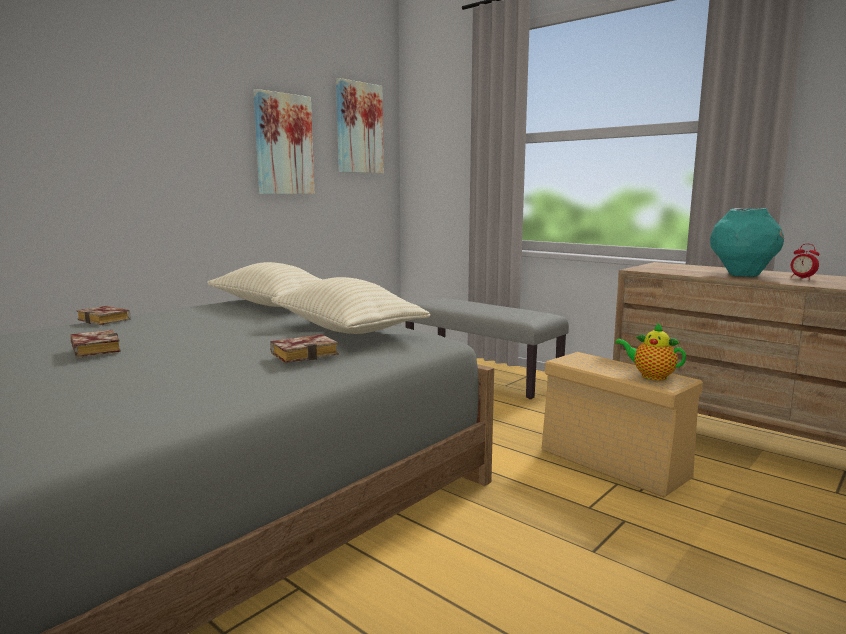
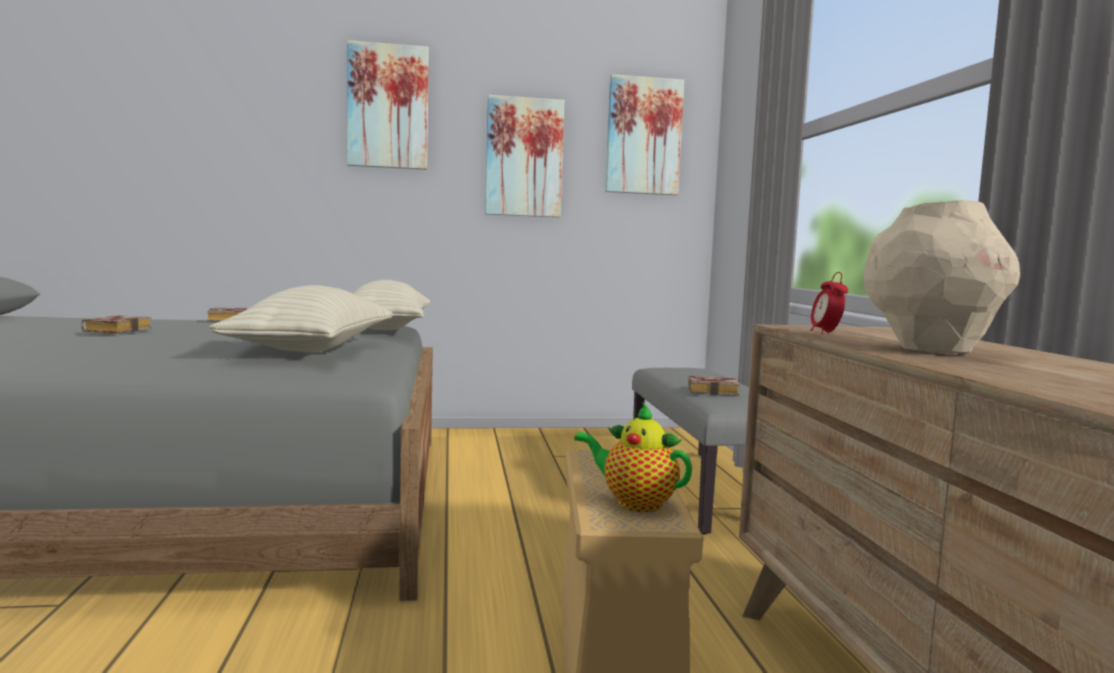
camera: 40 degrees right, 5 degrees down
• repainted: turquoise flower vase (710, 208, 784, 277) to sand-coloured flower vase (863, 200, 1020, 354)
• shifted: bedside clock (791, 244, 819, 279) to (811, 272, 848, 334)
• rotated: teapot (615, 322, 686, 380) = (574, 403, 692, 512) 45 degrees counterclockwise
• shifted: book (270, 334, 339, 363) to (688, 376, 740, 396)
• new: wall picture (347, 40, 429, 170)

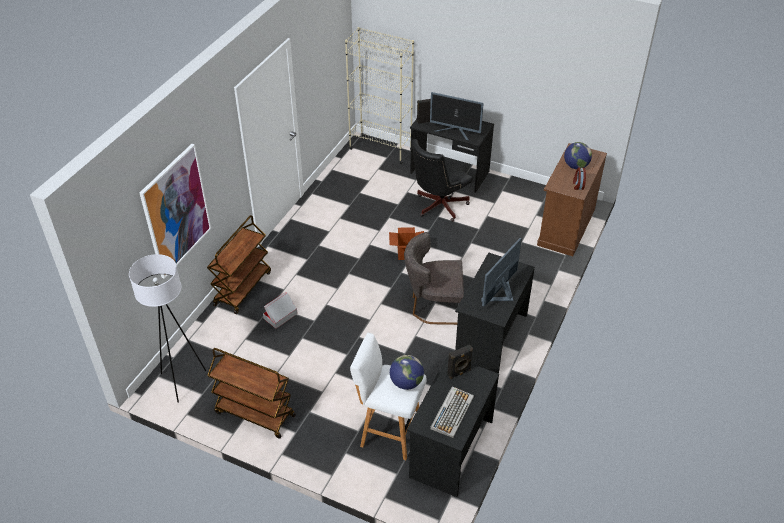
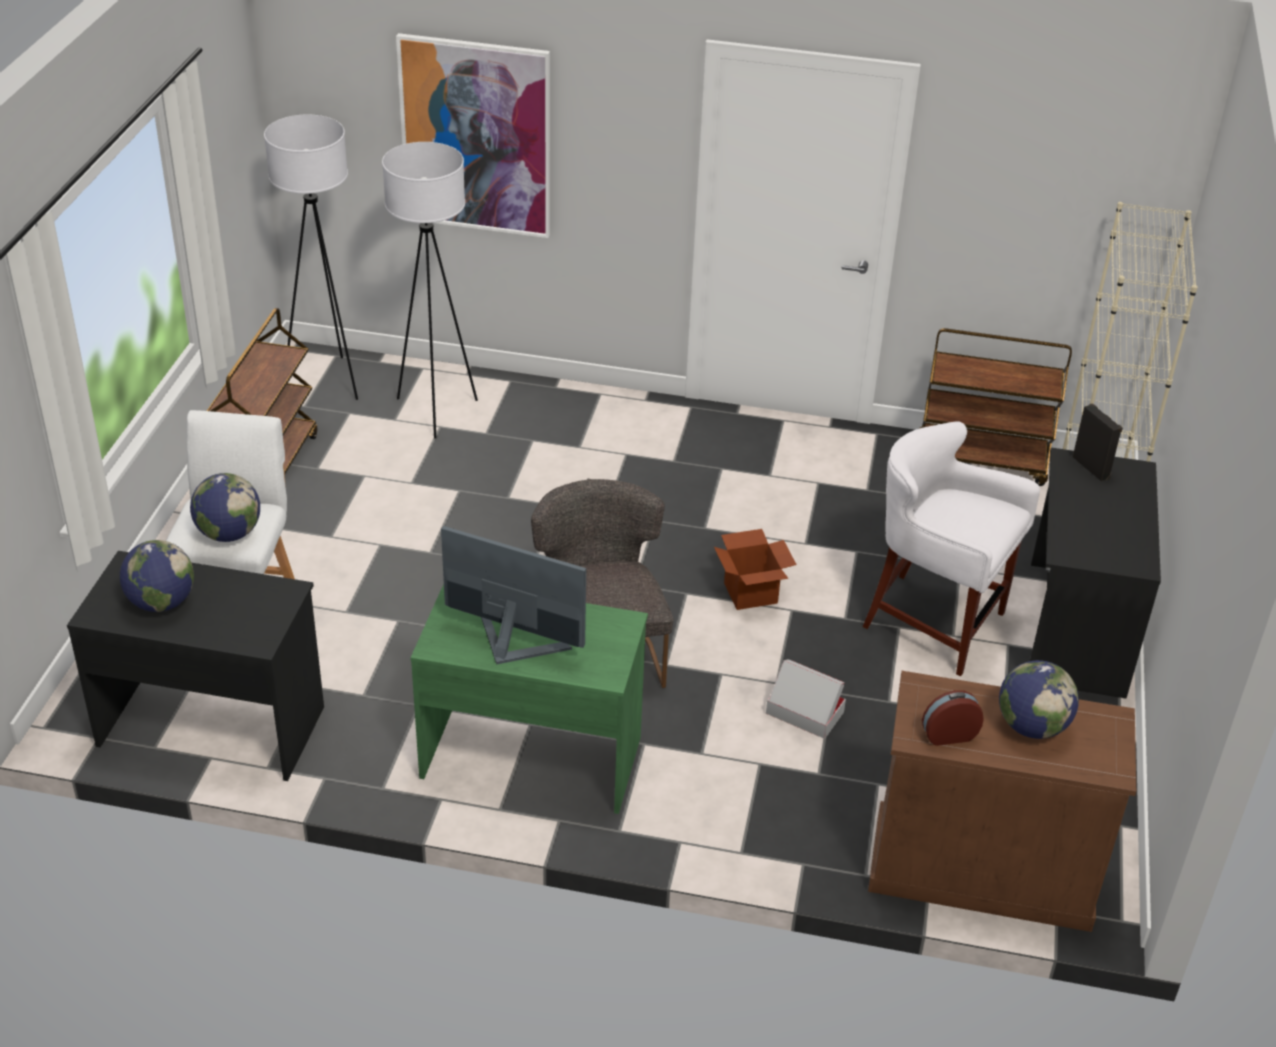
camera: 75 degrees right, 5 degrees down
• gone: computer display (430, 92, 484, 141)
• swapped: black computer chair (411, 139, 472, 222) to whitish sitting stool (863, 422, 1040, 676)
• shifted: brown-coloured cart (207, 215, 271, 314) to (920, 328, 1072, 486)
• repainted: black desk unit (455, 252, 535, 373) to green-coloured desk unit (410, 584, 648, 814)
• shifted: carton (263, 293, 298, 329) to (766, 659, 846, 739)
• gone: black loudspeaker (447, 345, 473, 379)
• swapped: keyboard (430, 386, 474, 438) to desk globe (120, 540, 194, 612)
• new: whitish floor lamp (382, 142, 478, 439)

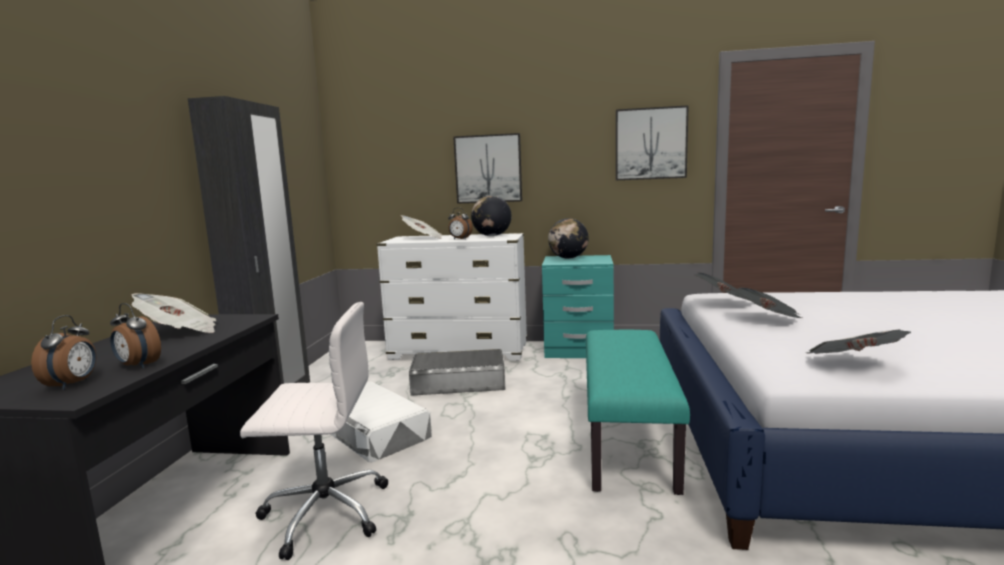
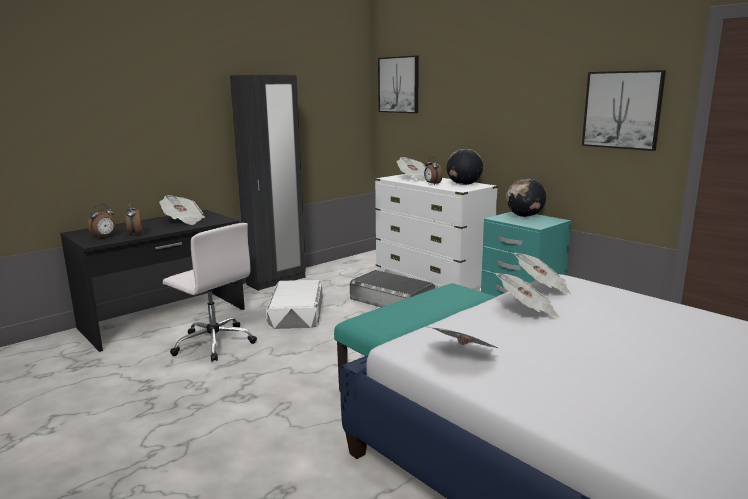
camera: 40 degrees right, 5 degrees up
• shifted: wall picture (453, 133, 522, 204) to (378, 56, 419, 113)

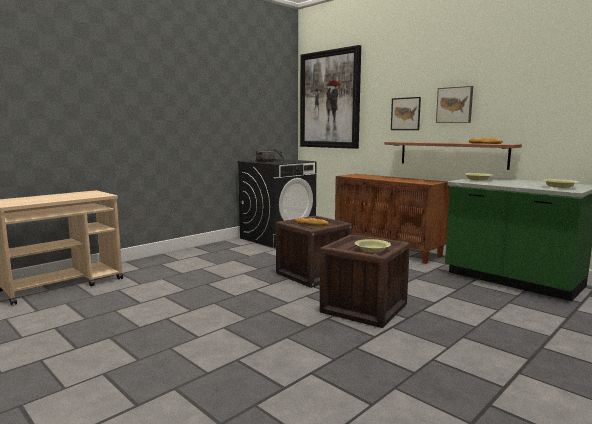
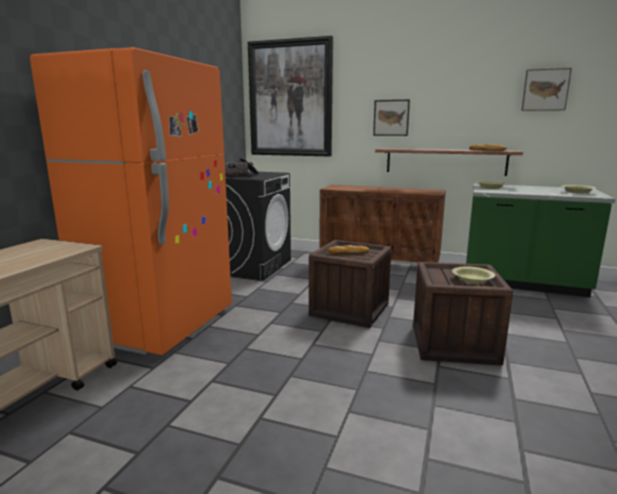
camera: 25 degrees left, 5 degrees up
• shifted: wall picture (436, 86, 473, 123) to (522, 68, 572, 111)
• new: orange-coloured kitchen fridge (30, 47, 232, 355)

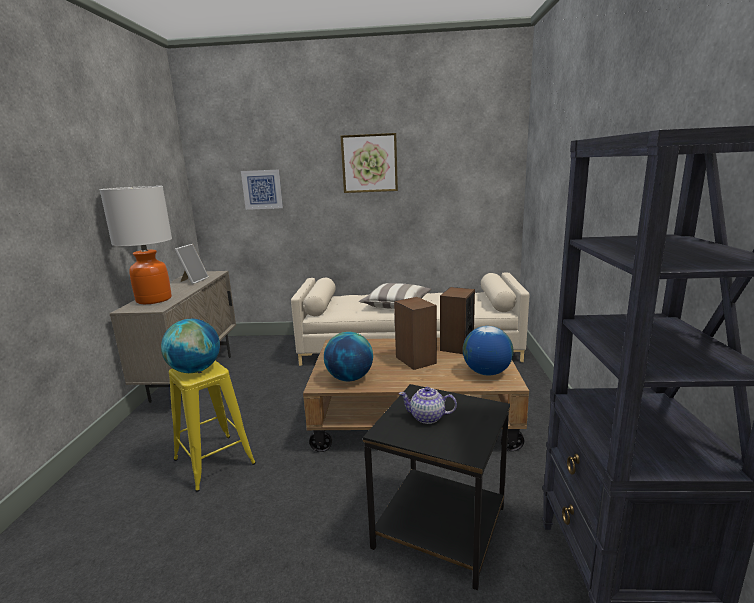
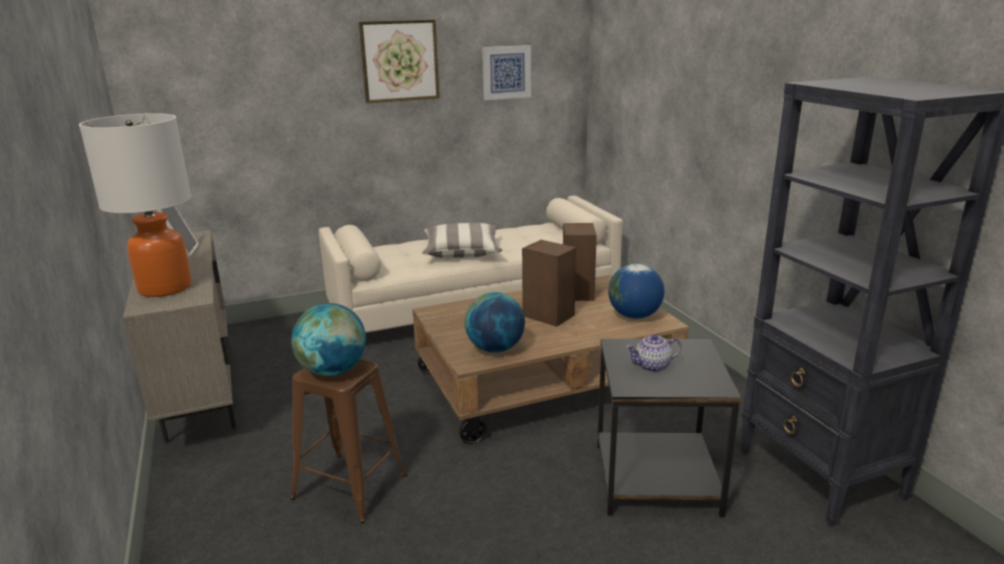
camera: 25 degrees left, 5 degrees up
• shifted: wall picture (241, 170, 283, 210) to (482, 45, 531, 100)
• repainted: yellowish sitting stool (169, 360, 256, 492) to brown-coloured sitting stool (290, 359, 407, 523)

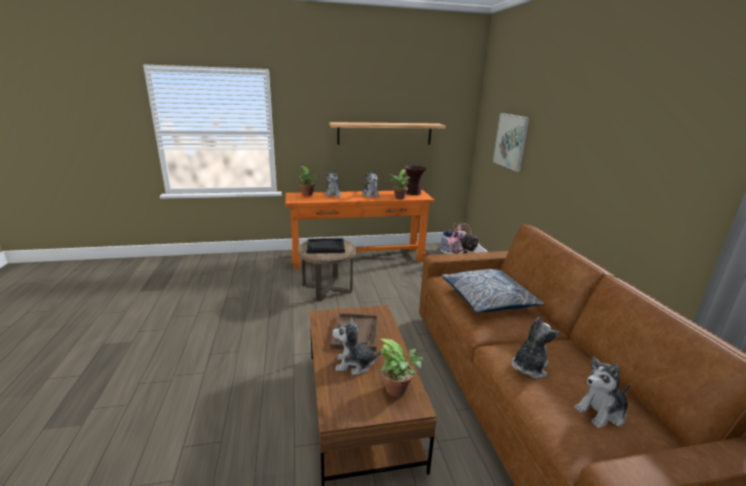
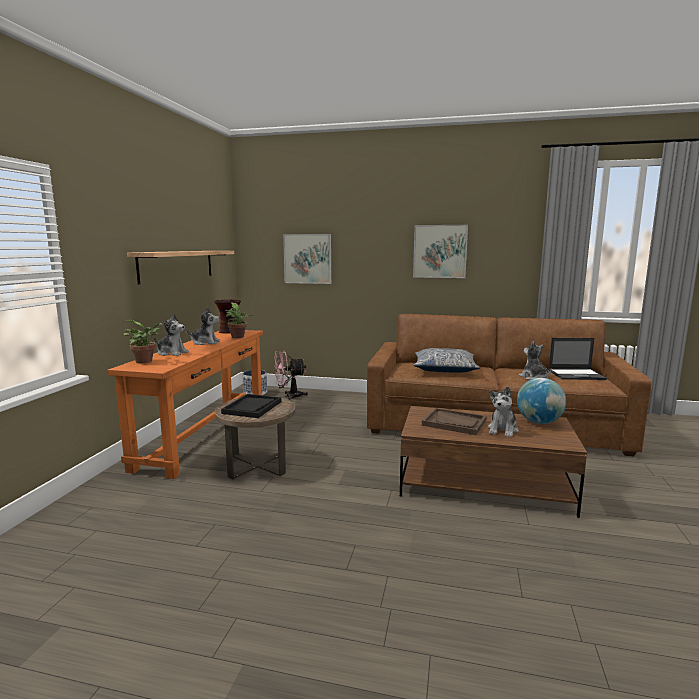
camera: 65 degrees left, 10 degrees down
• swapped: houseplant (379, 338, 423, 397) to desk globe (517, 378, 566, 424)
• swapped: soft toy (574, 356, 631, 428) to portable computer (548, 338, 607, 380)
• new: wall picture (413, 225, 468, 278)

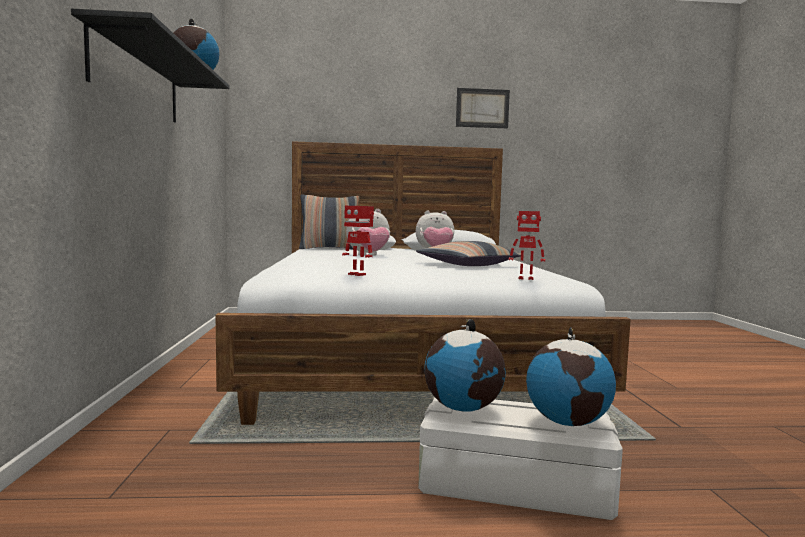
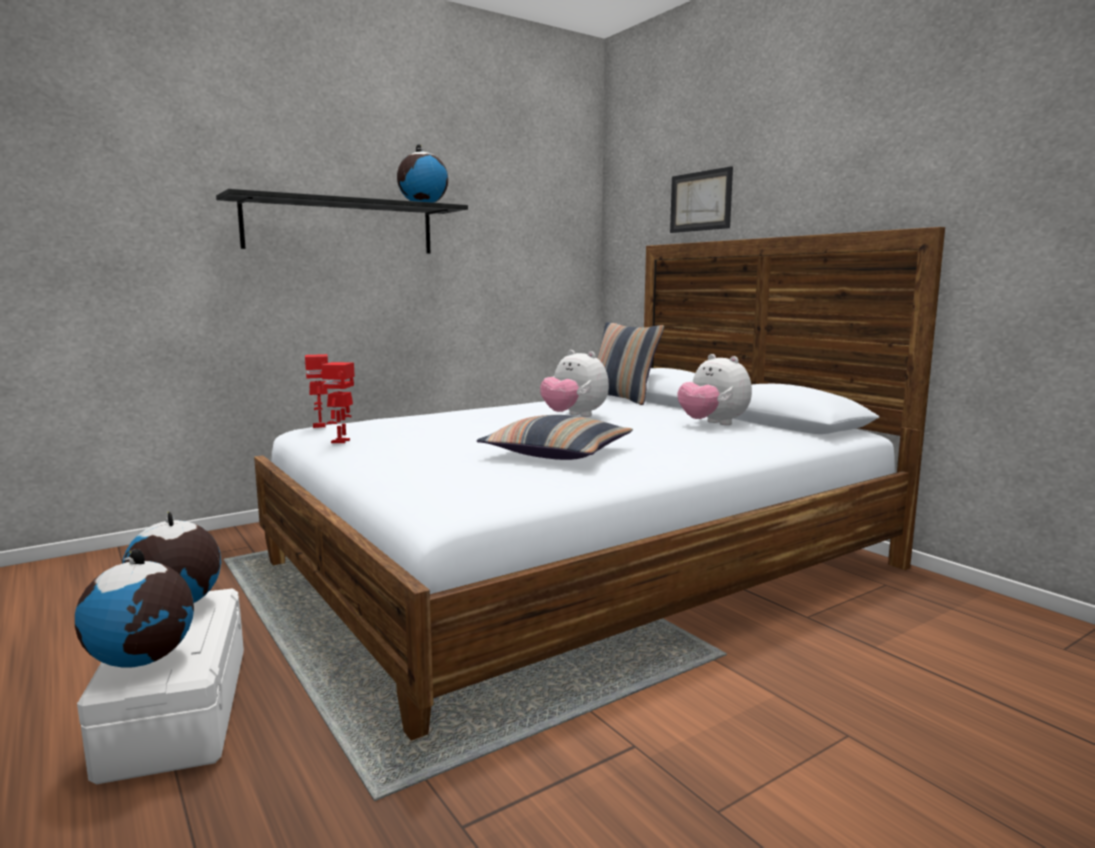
camera: 60 degrees right, 5 degrees up
• shifted: wall picture (456, 88, 510, 129) to (670, 166, 733, 233)
• shifted: model robot (509, 211, 545, 280) to (305, 354, 328, 428)

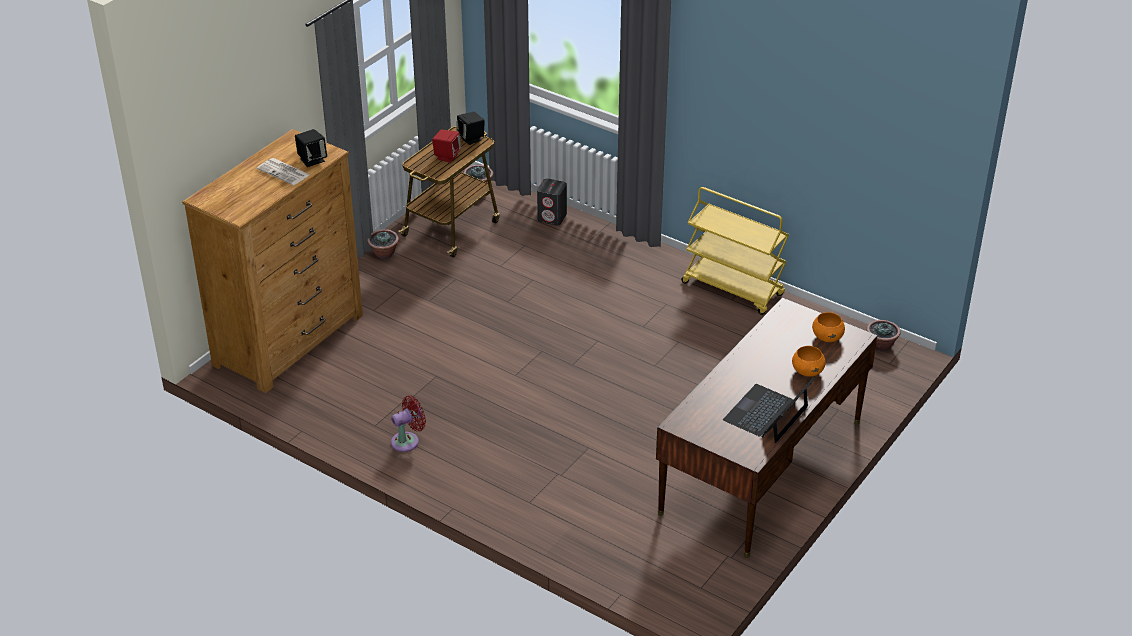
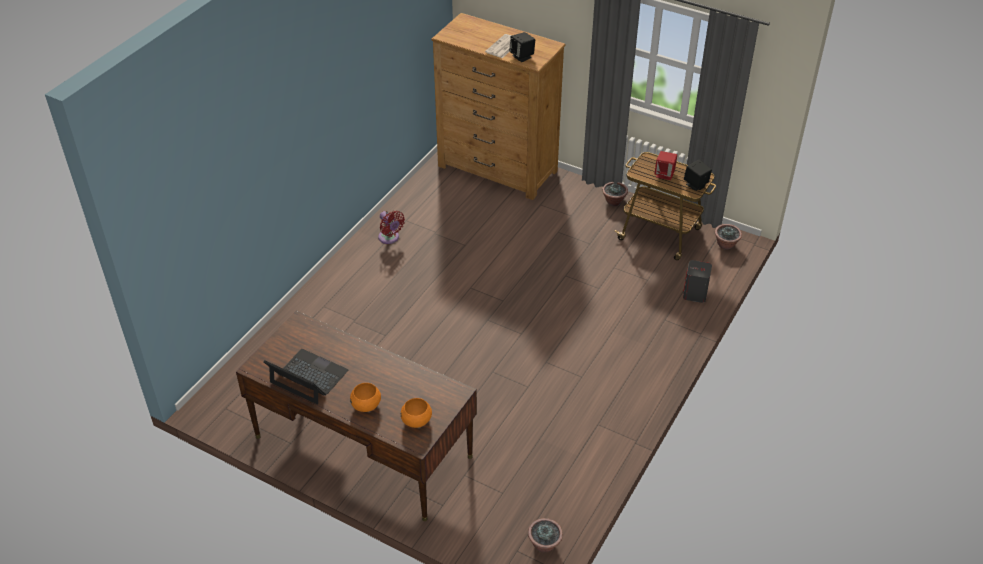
camera: 85 degrees right, 5 degrees up
• gone: yellowish cart (682, 187, 789, 315)

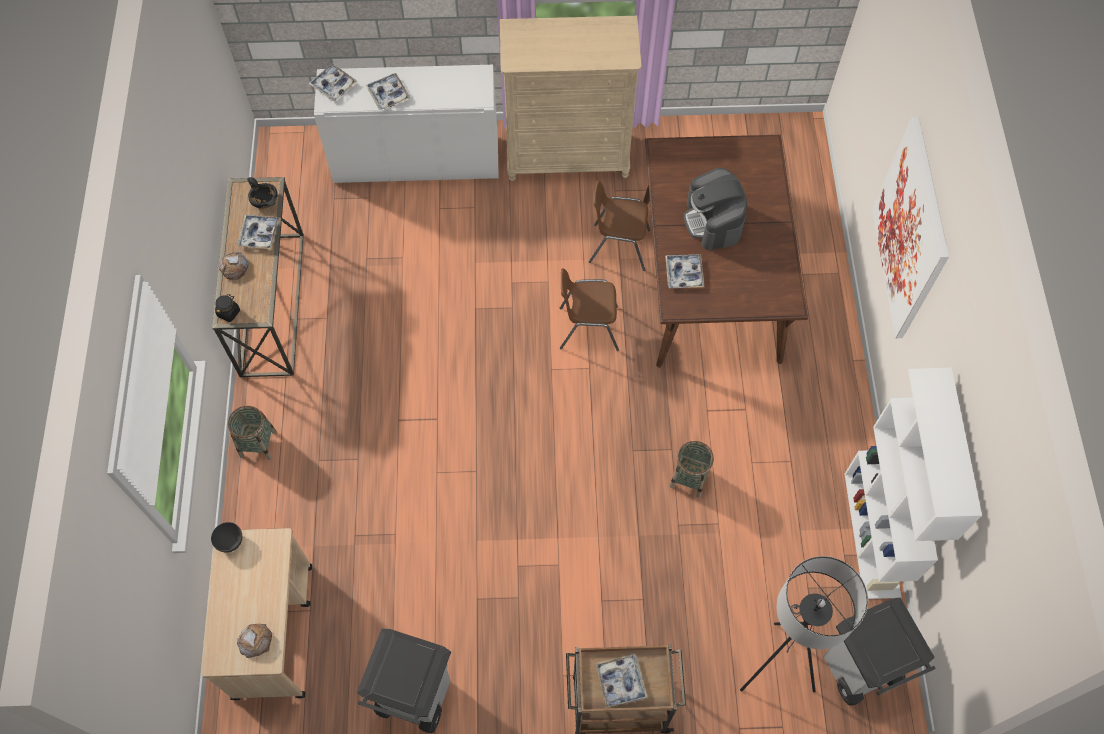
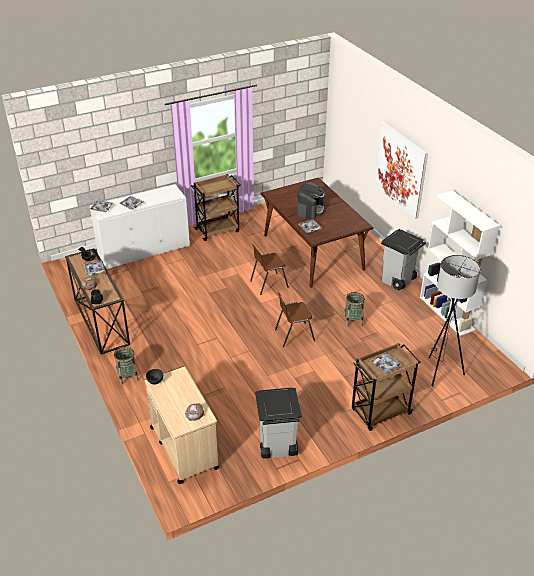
camera: 25 degrees left, 25 degrees down
• swapped: sand-coloured chest of drawers (500, 16, 641, 181) to brown-coloured cart (191, 174, 241, 241)
• rotated: coffee machine (684, 168, 747, 250) = (297, 182, 325, 219) 120 degrees counterclockwise
• shifted: brown-coloured upright chair (589, 181, 650, 271) to (275, 292, 315, 347)
• shifted: gray trash can (823, 597, 936, 706) to (381, 229, 426, 290)

